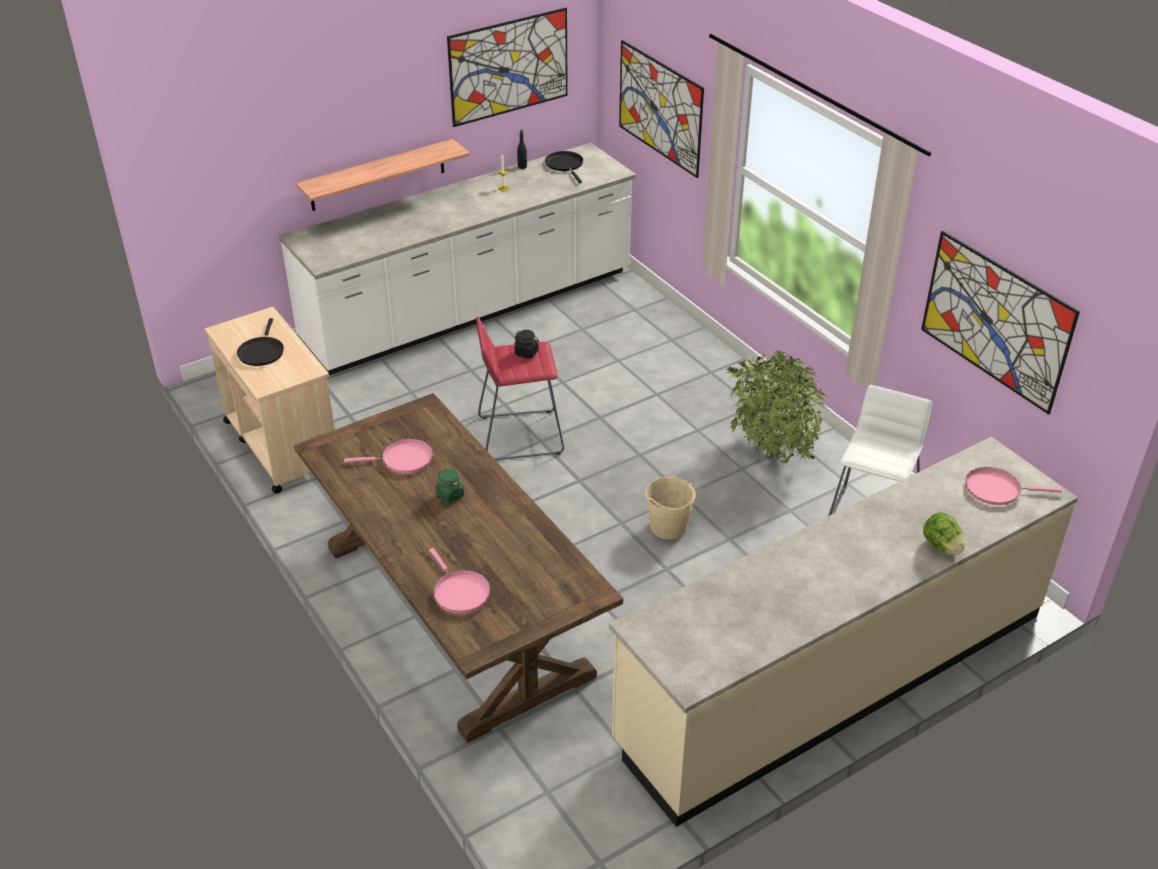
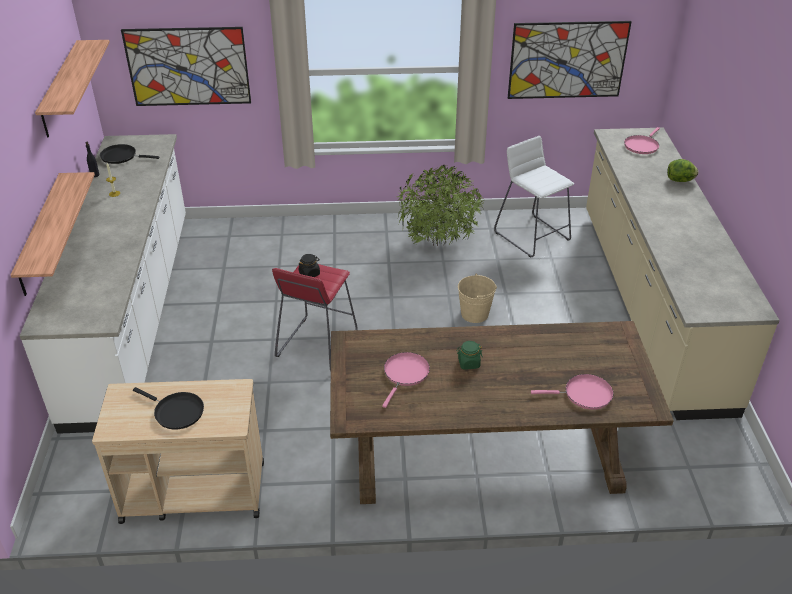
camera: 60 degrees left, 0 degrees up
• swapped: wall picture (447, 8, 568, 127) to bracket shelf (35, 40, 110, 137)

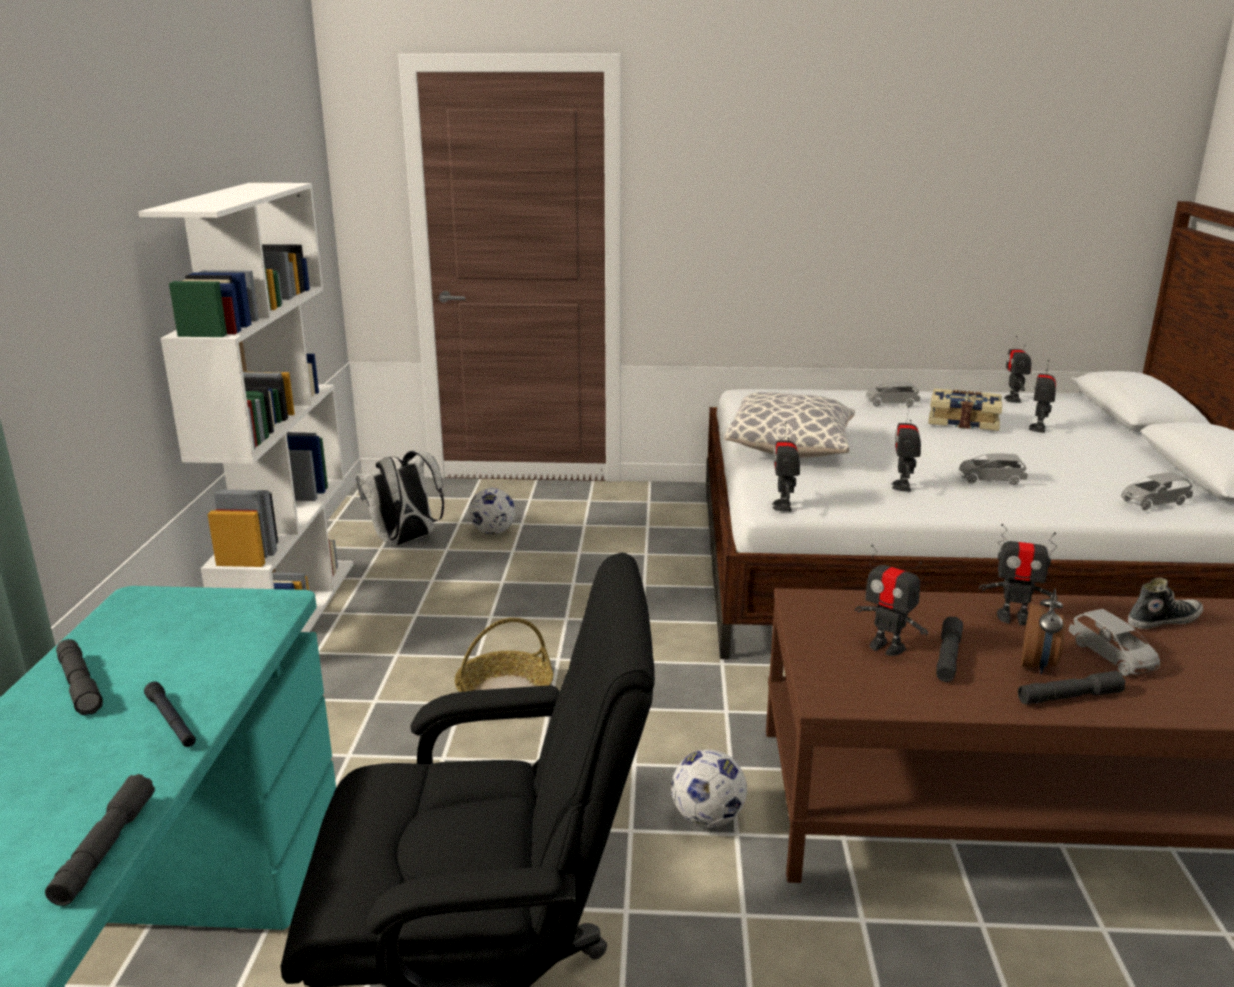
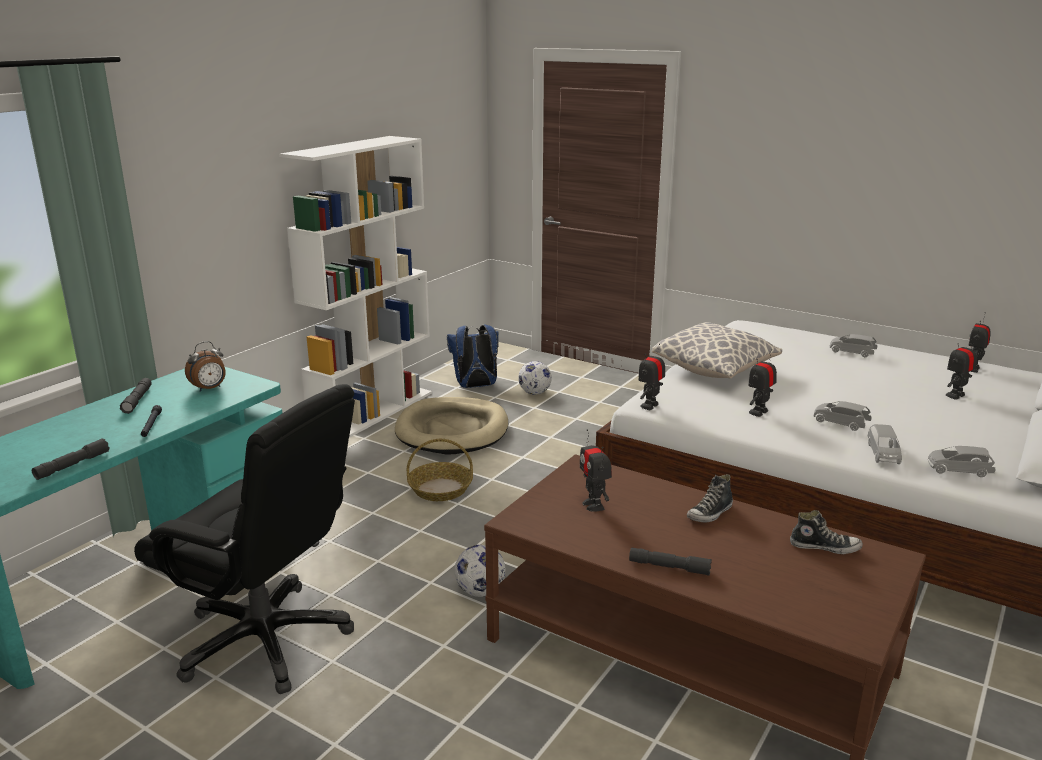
camera: 30 degrees right, 0 degrees up
• gone: book (928, 389, 1002, 431)
• repainted: whitish rucksack (356, 450, 444, 546) to blue rucksack (447, 324, 499, 388)
• swapped: model robot (979, 524, 1058, 625) to shoe (687, 474, 733, 522)
• shifted: bedside clock (1021, 589, 1066, 674) to (185, 341, 226, 392)
• shifted: gray miniature car (1069, 609, 1160, 676) to (868, 424, 902, 464)
• gone: gray flashlight (936, 616, 963, 682)
• new: sand-coloured dog bed (395, 397, 508, 454)

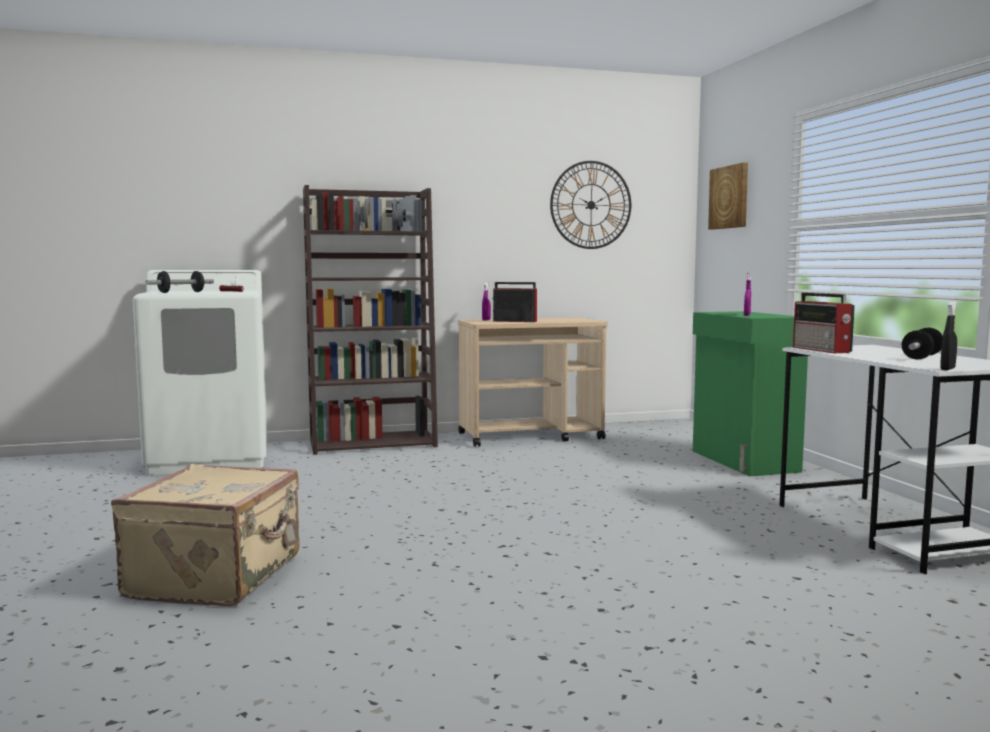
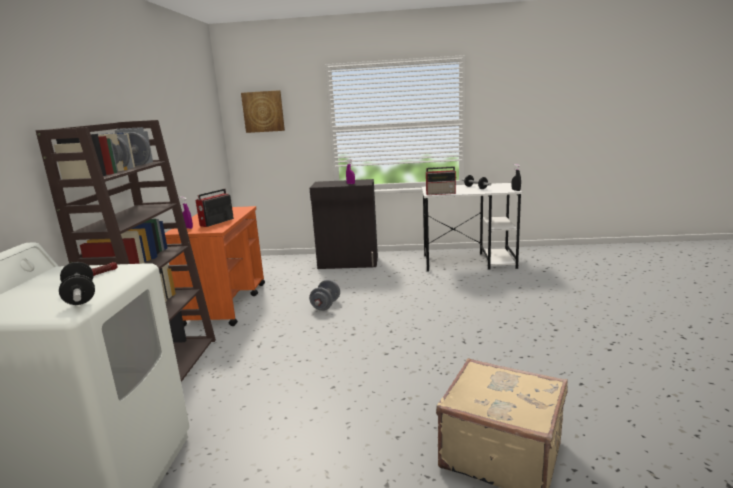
camera: 70 degrees left, 10 degrees up
• gone: clock on the wall (550, 161, 631, 249)
• repainted: green-coloured storage cabinet (693, 311, 808, 476) to black storage cabinet (309, 179, 378, 269)
• repainted: sand-coloured cart (458, 317, 608, 447) to orange-coloured cart (165, 206, 265, 327)
• new: gray hand weight (309, 280, 340, 311)

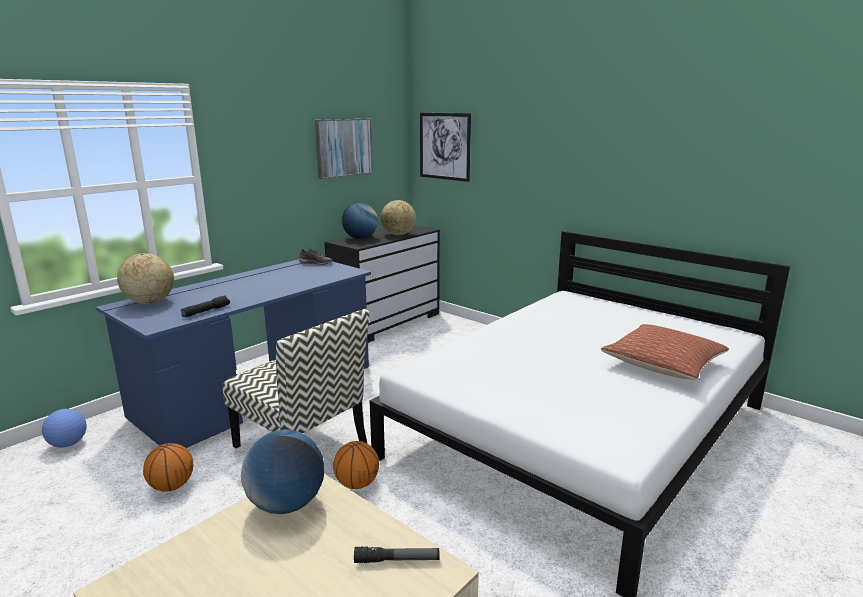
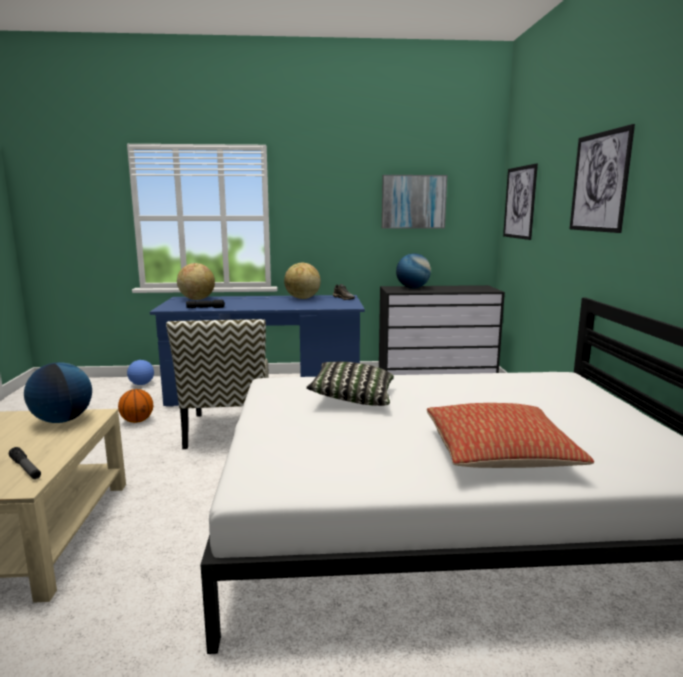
camera: 45 degrees right, 5 degrees down
• shifted: desk globe (381, 200, 416, 235) to (284, 263, 321, 299)
• gone: ball for basketball (333, 441, 379, 489)
• new: wall picture (570, 124, 635, 233)
• new: throw pillow (306, 362, 394, 406)

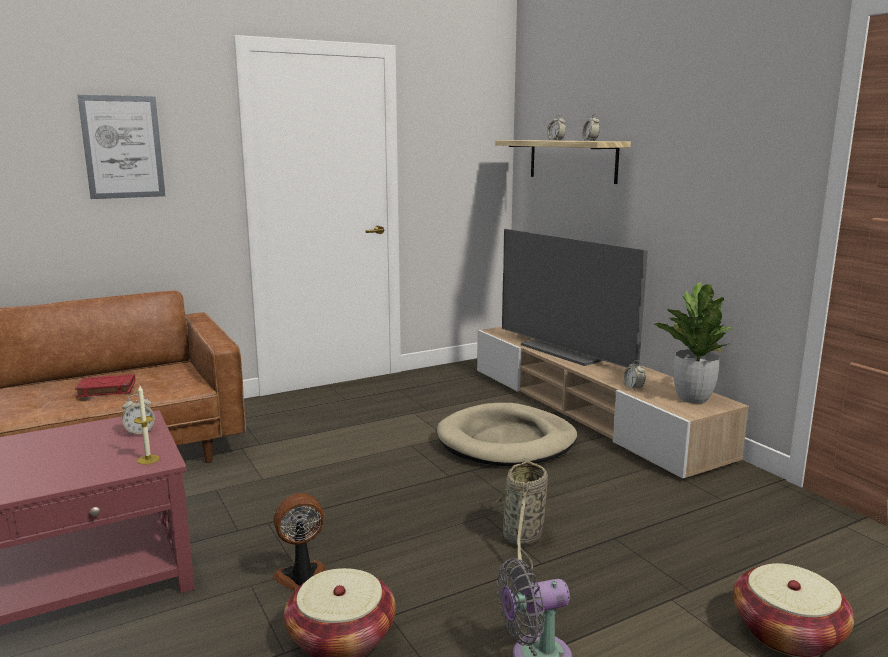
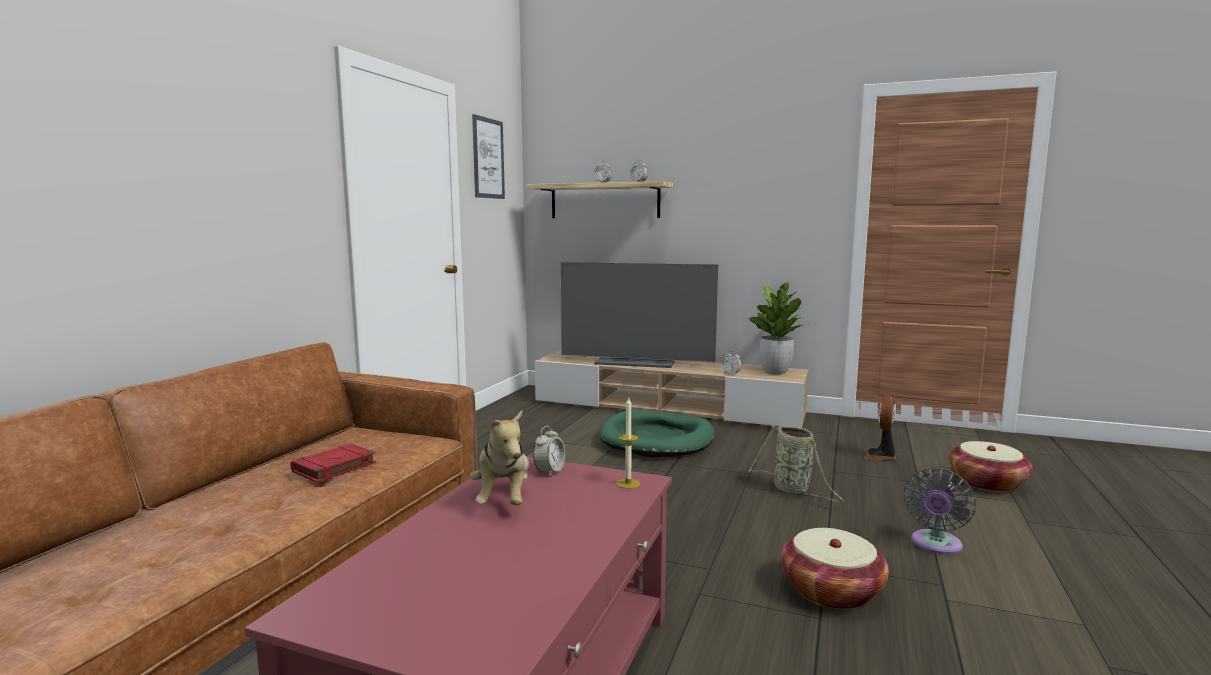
camera: 40 degrees left, 5 degrees down
• shifted: wall picture (77, 95, 165, 199) to (472, 114, 505, 199)
• repainted: sand-coloured dog bed (437, 403, 577, 467) to green-coloured dog bed (599, 410, 714, 457)
• shifted: fan (273, 493, 325, 591) to (864, 395, 897, 461)
• new: soft toy (470, 411, 529, 505)

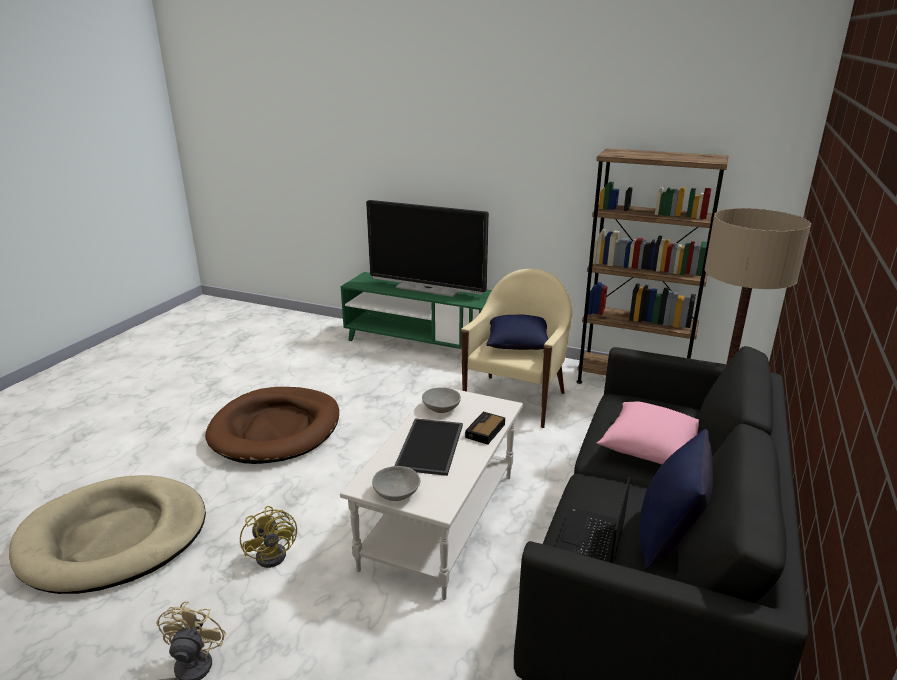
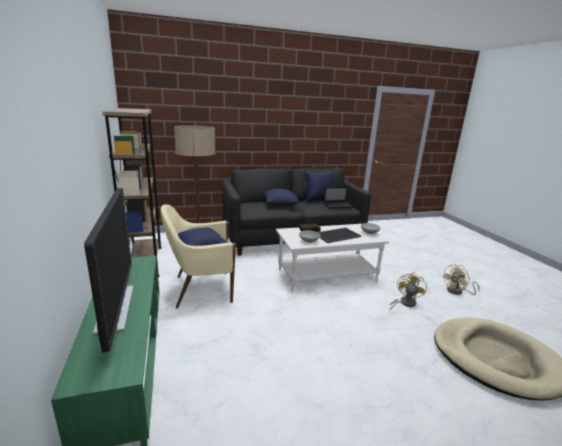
camera: 130 degrees left, 5 degrees down
• gone: brown-coloured dog bed (205, 387, 339, 464)
• repainted: pinkish throw pillow (597, 402, 699, 464) to blue throw pillow (264, 189, 300, 206)

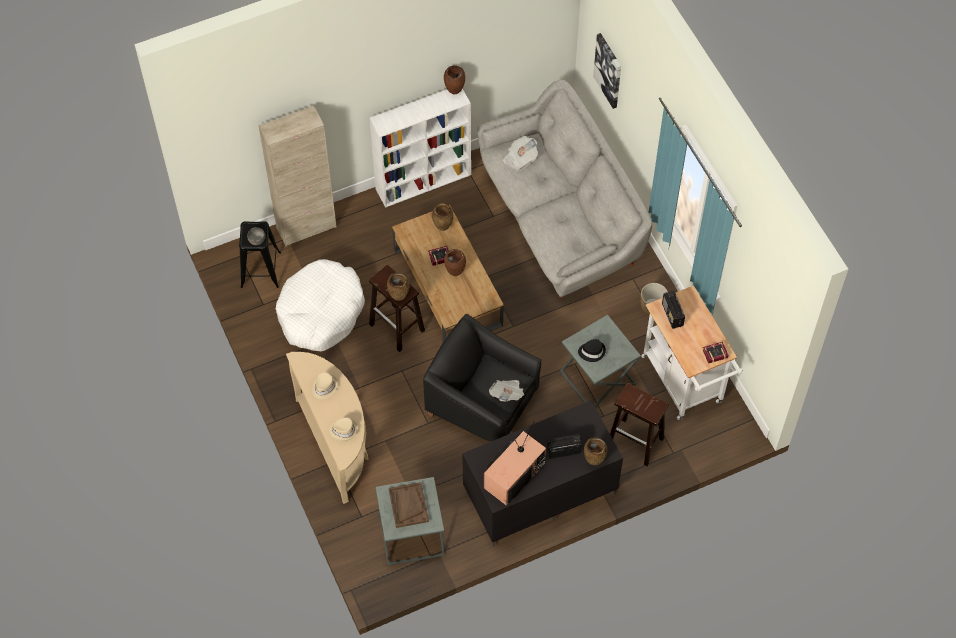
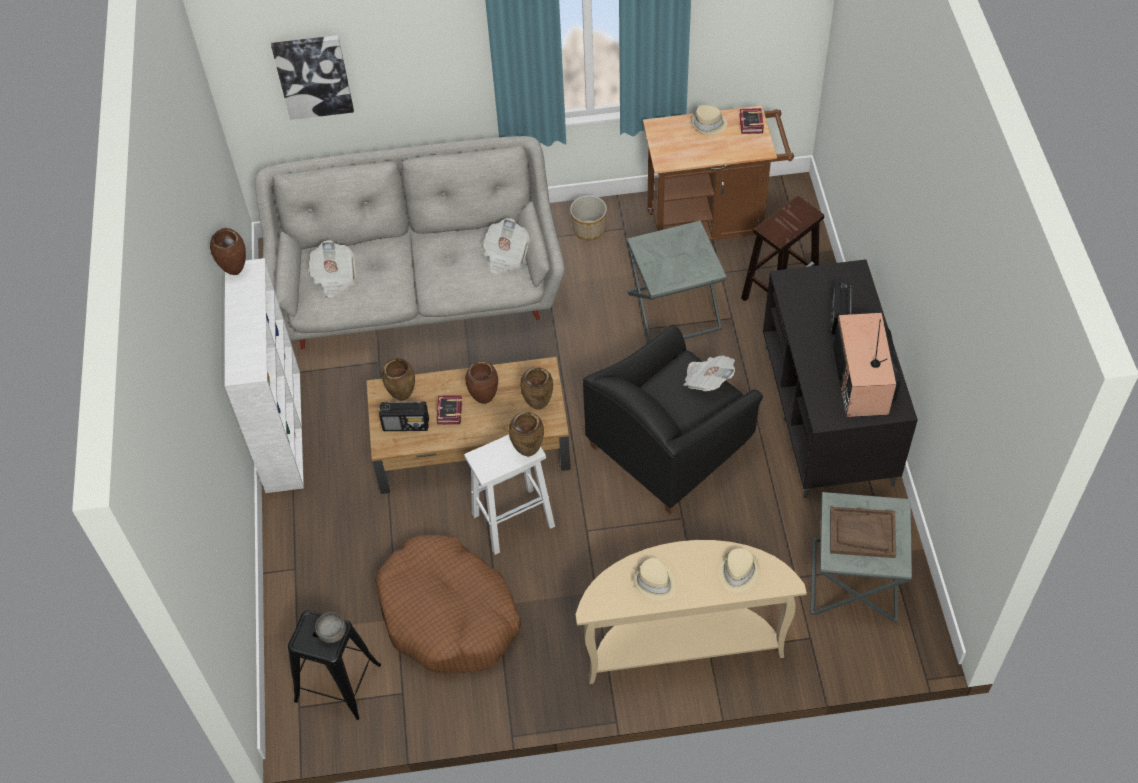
camera: 70 degrees left, 5 degrees down
• gone: sand-coloured storage cabinet (258, 105, 337, 246)
• repainted: whitish dog bed (276, 259, 365, 351) to brown-coloured dog bed (375, 535, 521, 674)
• repainted: brown-coloured sitting stool (369, 265, 425, 352) to whitish sitting stool (464, 434, 555, 555)
• repainted: whitish cart (641, 285, 743, 420) to brown-coloured cart (643, 106, 794, 241)
• shifted: radio set (662, 291, 685, 329) to (379, 401, 429, 431)
• gone: black hat (578, 339, 606, 362)
• rotated: TV (484, 422, 546, 506) = (833, 313, 901, 417) 150 degrees counterclockwise
• shifted: brown-coloured flower vase (584, 437, 607, 465) to (520, 367, 553, 410)
• new: sand-coloured hat (691, 105, 727, 135)
• new: newspaper (483, 218, 530, 274)

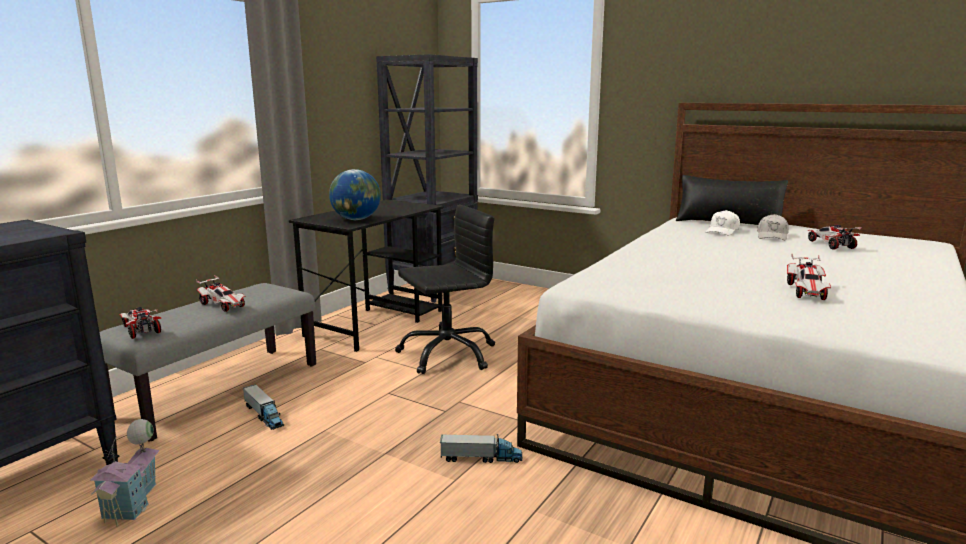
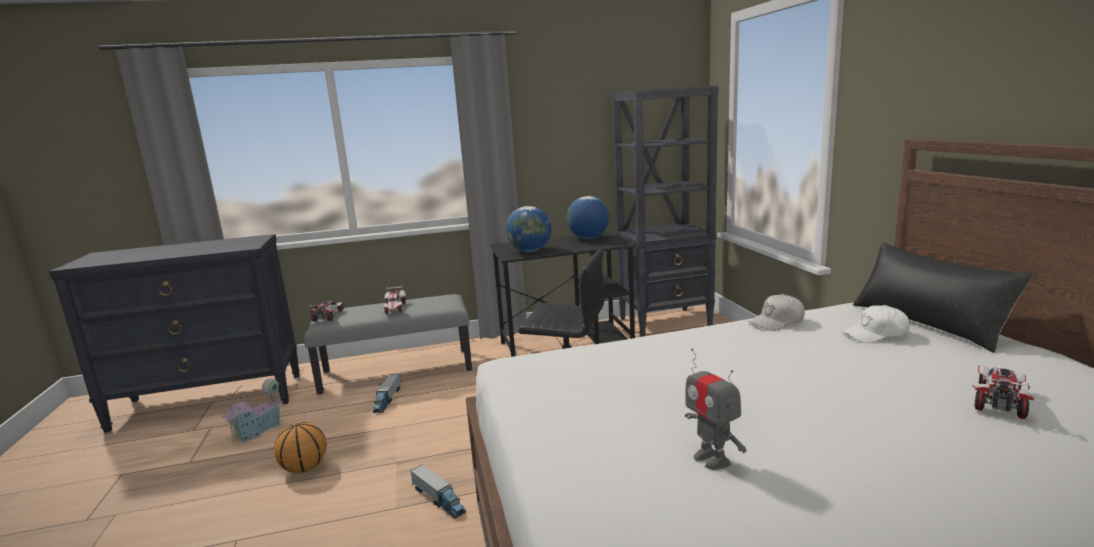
camera: 45 degrees right, 0 degrees up
• shifted: whitish cap (757, 214, 789, 241) to (749, 294, 805, 331)
• swapped: miniature car (787, 254, 831, 300) to model robot (685, 349, 747, 470)
• new: desk globe (567, 196, 610, 239)
• new: ball for basketball (274, 422, 327, 473)

